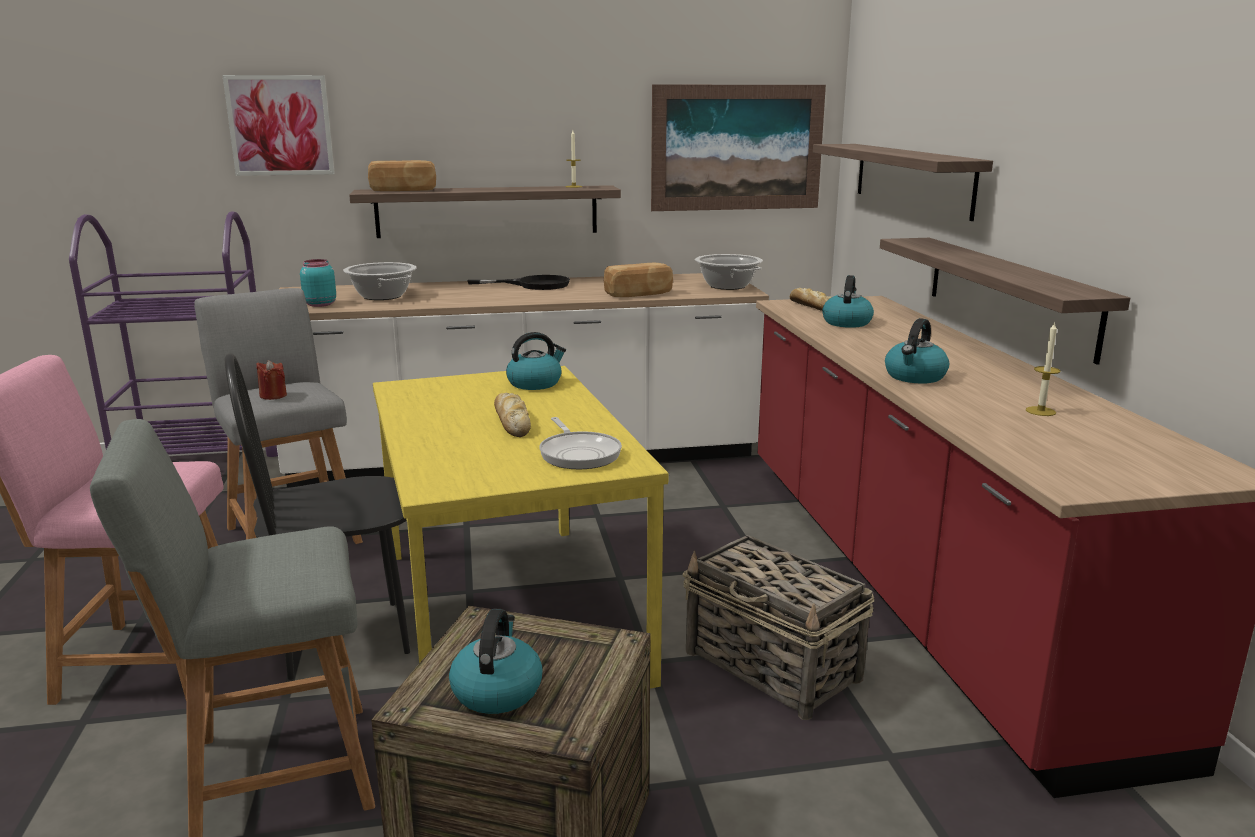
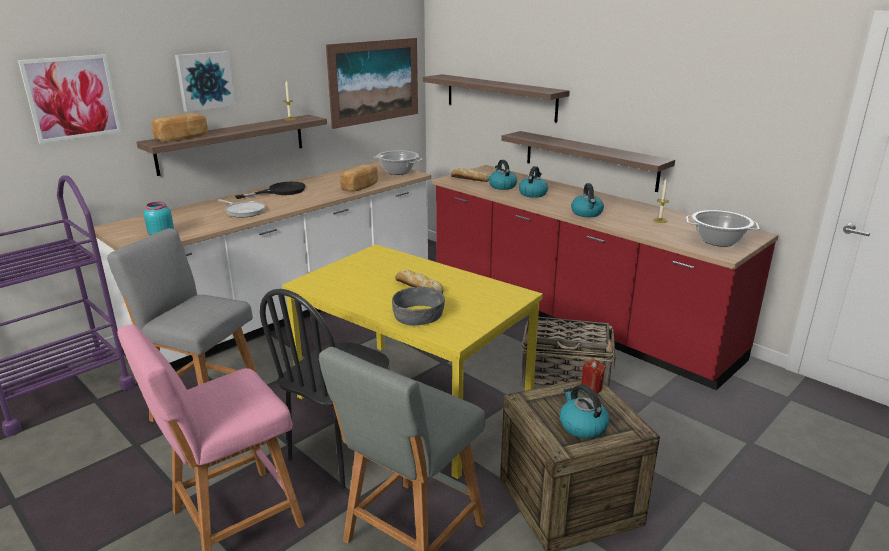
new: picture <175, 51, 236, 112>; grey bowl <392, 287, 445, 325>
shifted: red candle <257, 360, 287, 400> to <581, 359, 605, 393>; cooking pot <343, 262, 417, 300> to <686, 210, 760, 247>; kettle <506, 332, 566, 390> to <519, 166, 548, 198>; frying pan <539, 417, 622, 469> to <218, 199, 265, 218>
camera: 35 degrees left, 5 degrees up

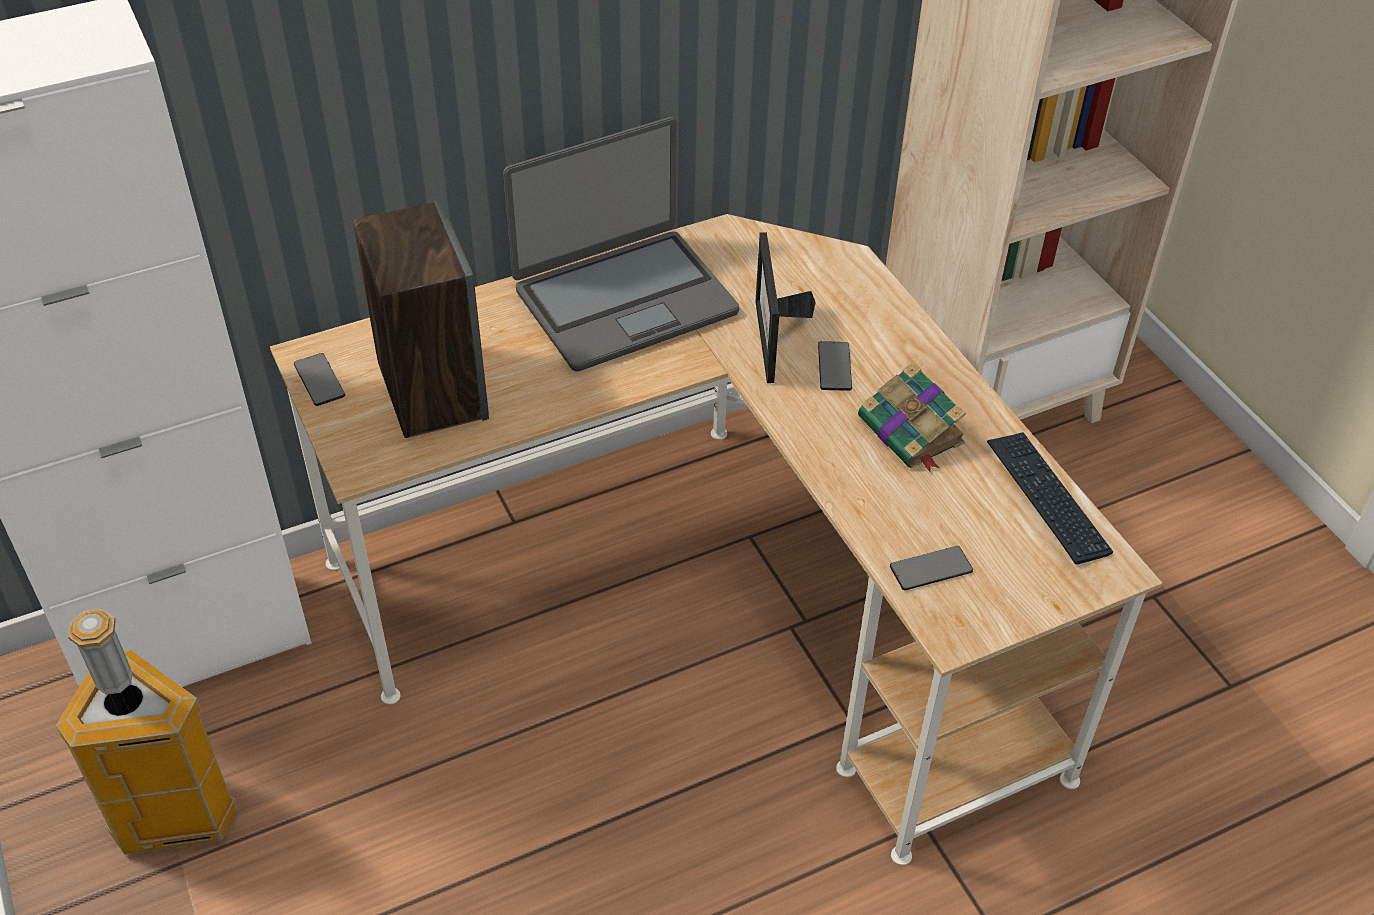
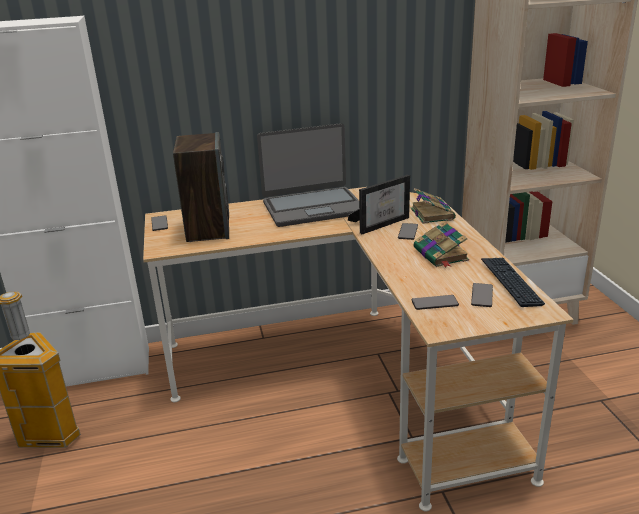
new: book <411, 188, 456, 224>; phone <471, 283, 493, 307>
rotated: picture frame <755, 232, 816, 383> = <348, 175, 410, 234> 135 degrees counterclockwise
camera: 15 degrees right, 20 degrees down

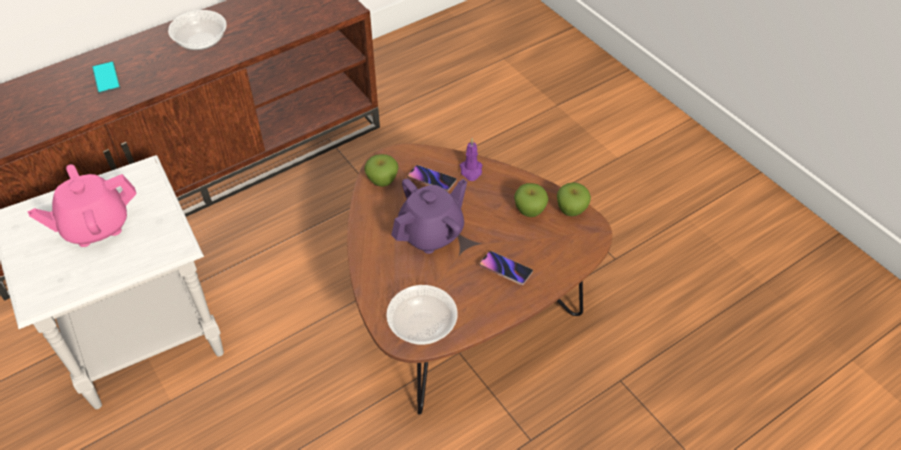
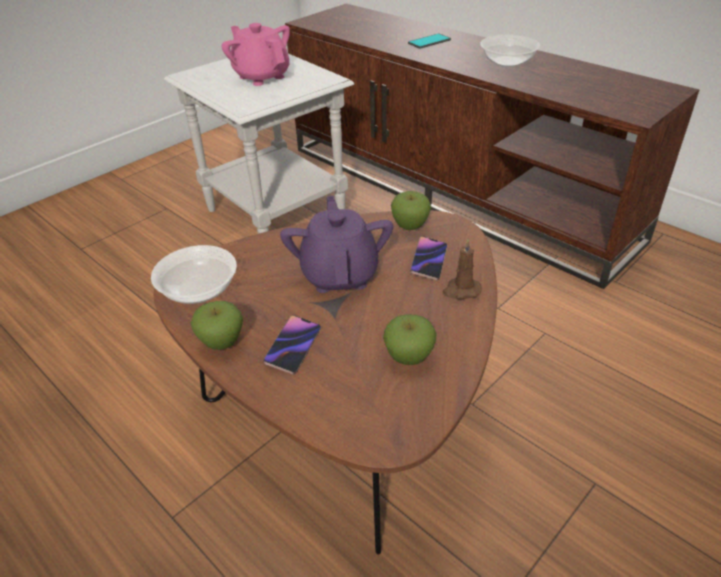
shifted: apple <557, 182, 591, 216> to <190, 301, 243, 350>
repainted: purple candle <460, 138, 482, 181> to brown candle <443, 239, 482, 299>
rotated: purple teapot <391, 178, 467, 254> = <280, 196, 393, 293> 135 degrees counterclockwise
camera: 80 degrees right, 10 degrees down

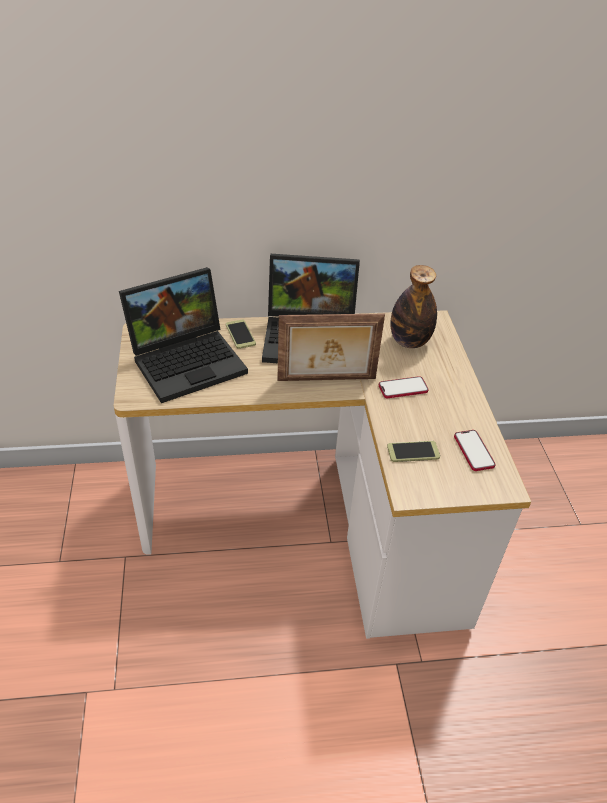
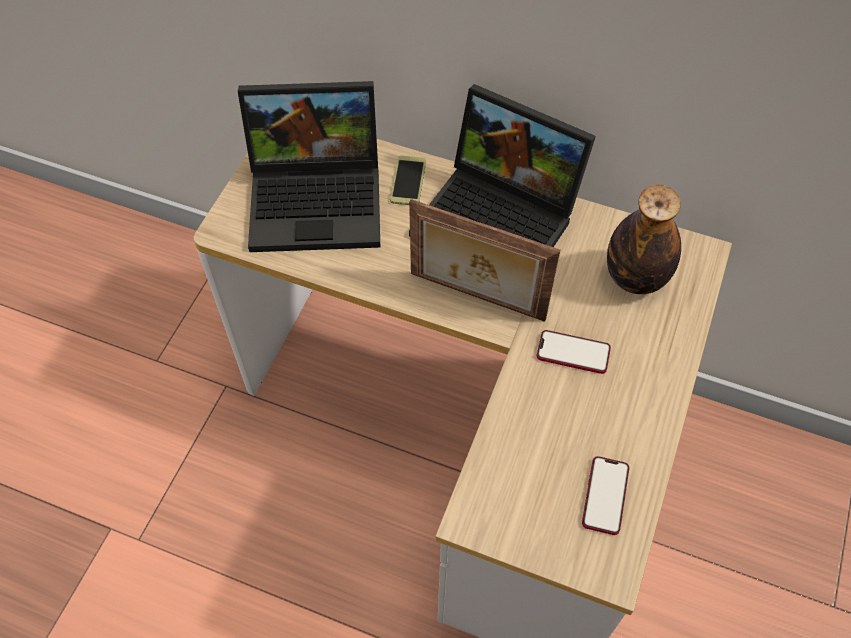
gone: phone <387, 441, 440, 462>
camera: 30 degrees right, 15 degrees up

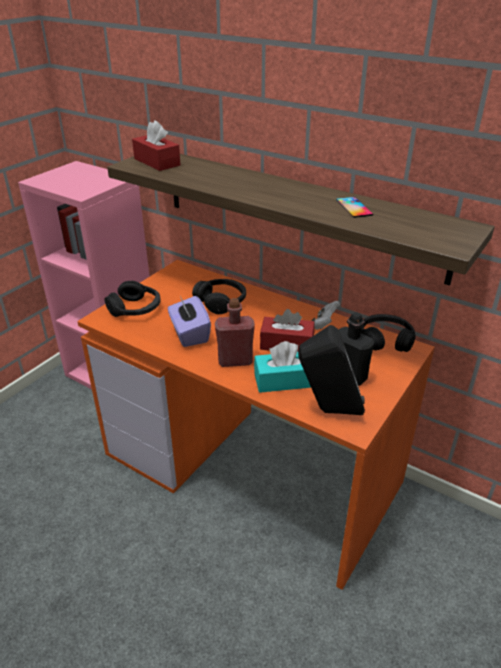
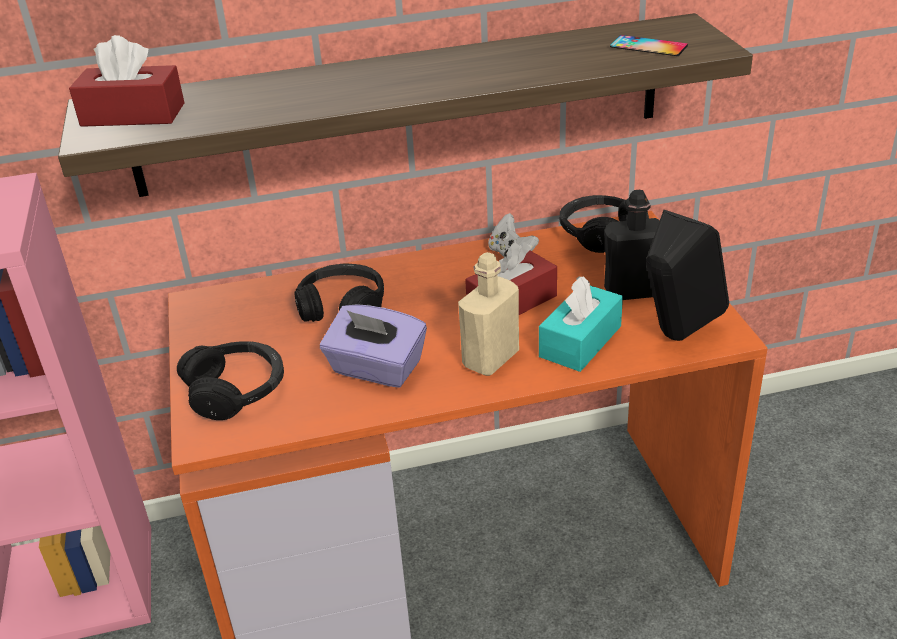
shifted: phone <336, 197, 373, 218> to <610, 35, 688, 56>
repainted: red bottle <215, 298, 255, 367> to beige bottle <458, 252, 519, 376>
camera: 45 degrees left, 0 degrees up

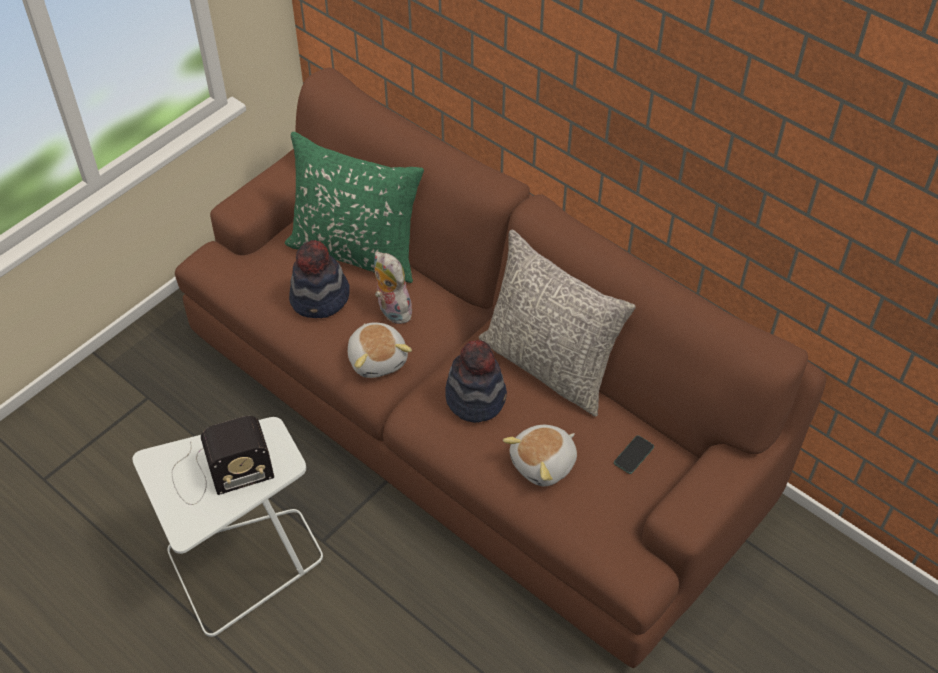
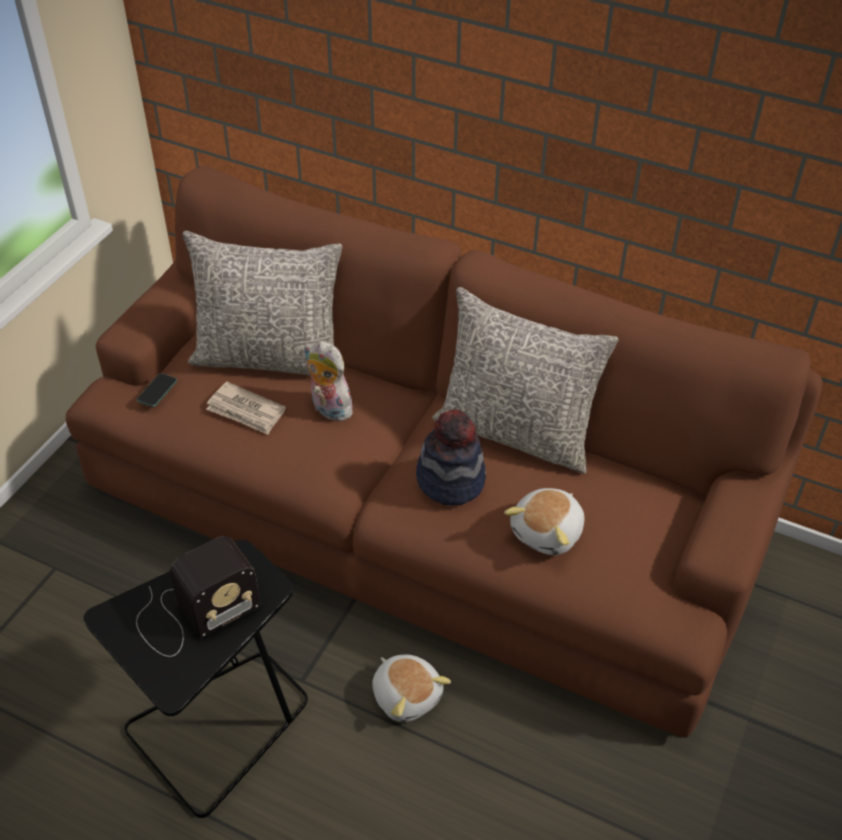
shifted: plush toy <348, 322, 412, 378> to <372, 655, 451, 722>; phone <614, 435, 654, 474> to <136, 373, 177, 407>
swapped: hat <289, 240, 350, 318> to newspaper <206, 382, 286, 435>
repainted: white side table <132, 417, 323, 637> to black side table <83, 540, 308, 818>; green pillow <285, 132, 424, 283> to grey pillow <183, 231, 343, 375>
camera: 15 degrees left, 5 degrees down

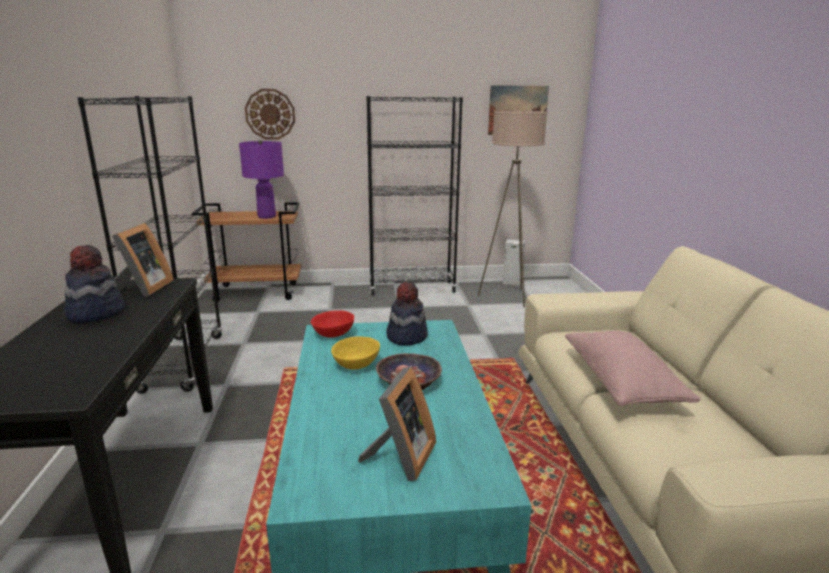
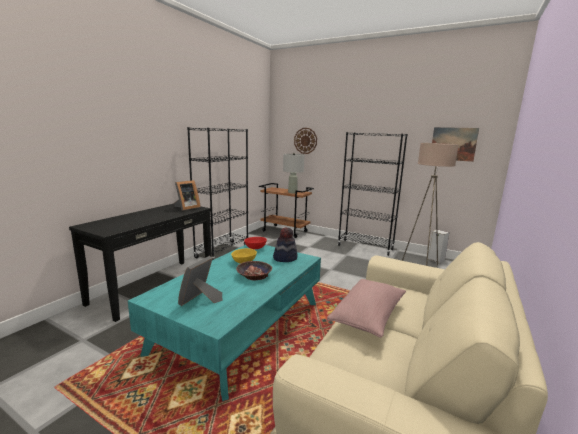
gone: hat <65, 245, 125, 323>
repainted: purple table lamp <239, 139, 284, 219> to grey table lamp <283, 153, 304, 193>
rotated: picture frame <358, 367, 436, 481> = <178, 256, 223, 306> 150 degrees clockwise
camera: 35 degrees right, 5 degrees down

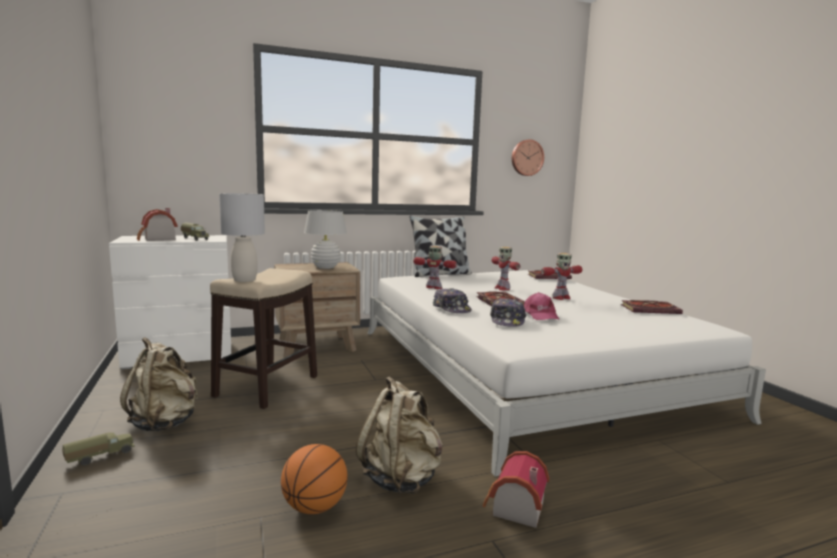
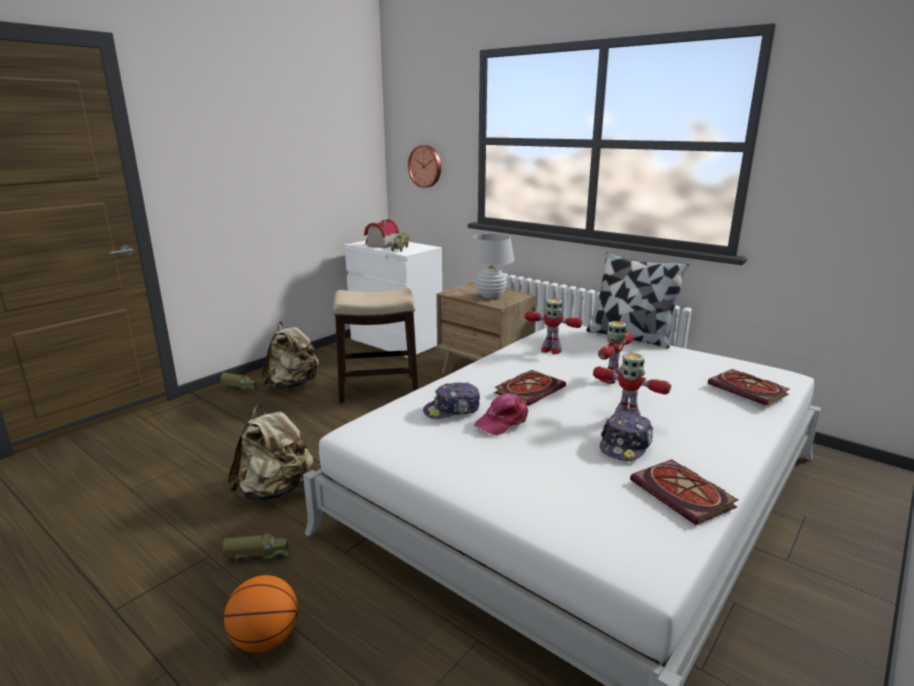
gone: grey table lamp <219, 193, 265, 282>
shifted: basketball <281, 444, 348, 514> to <224, 575, 298, 653>; cap <433, 288, 472, 313> to <600, 411, 653, 461>; wall clock <512, 139, 544, 176> to <408, 145, 441, 188>
swapped: toy house <482, 451, 549, 528> to toy truck <223, 534, 290, 564>
rotated: toy robot <413, 246, 457, 289> = <525, 299, 583, 354> 120 degrees clockwise
camera: 60 degrees right, 10 degrees up

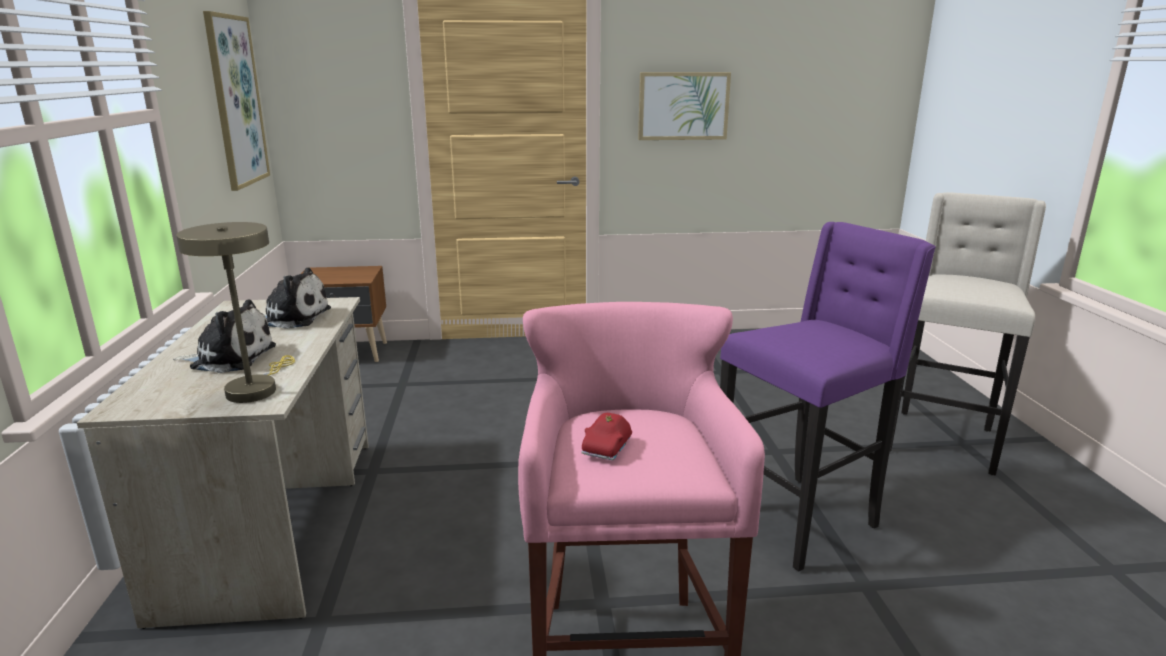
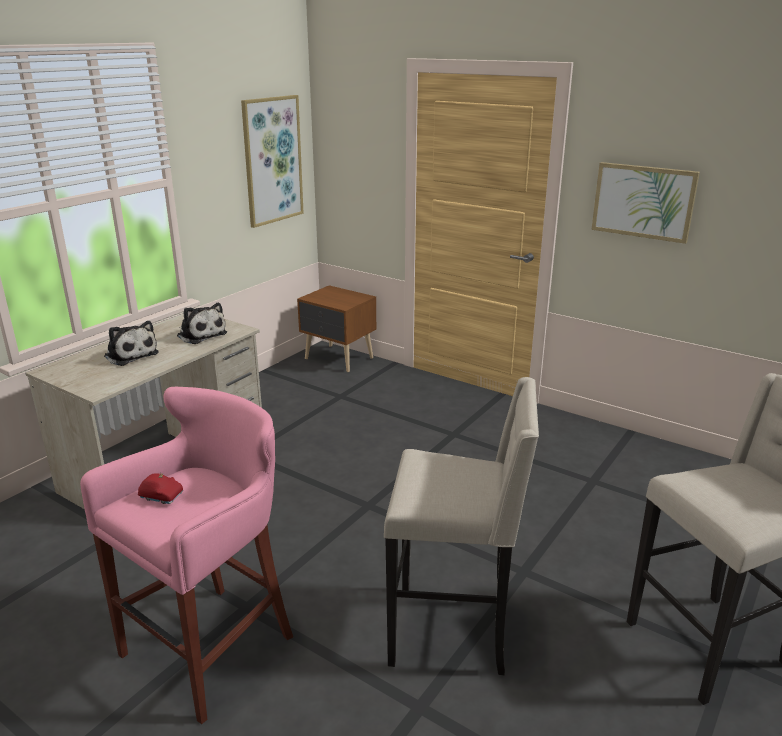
gone: beige table lamp <176, 222, 295, 403>
repainted: purple stool <720, 222, 936, 572> to beige stool <384, 377, 539, 675>
rotated: red toy car <582, 413, 632, 460> = <138, 473, 183, 504> 135 degrees counterclockwise
camera: 40 degrees right, 5 degrees up

